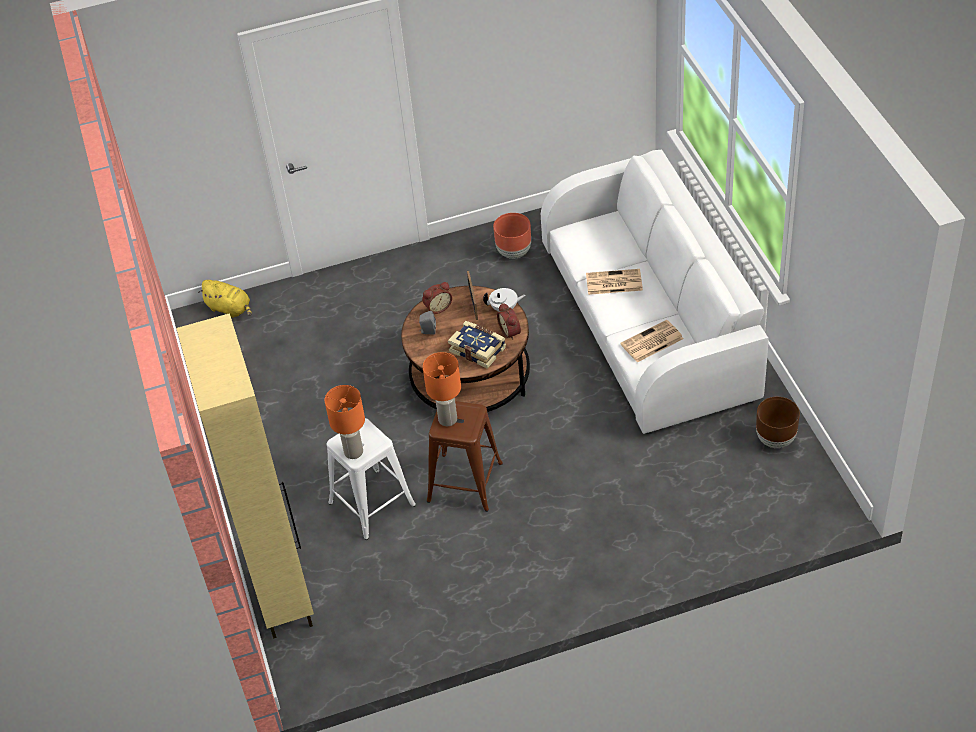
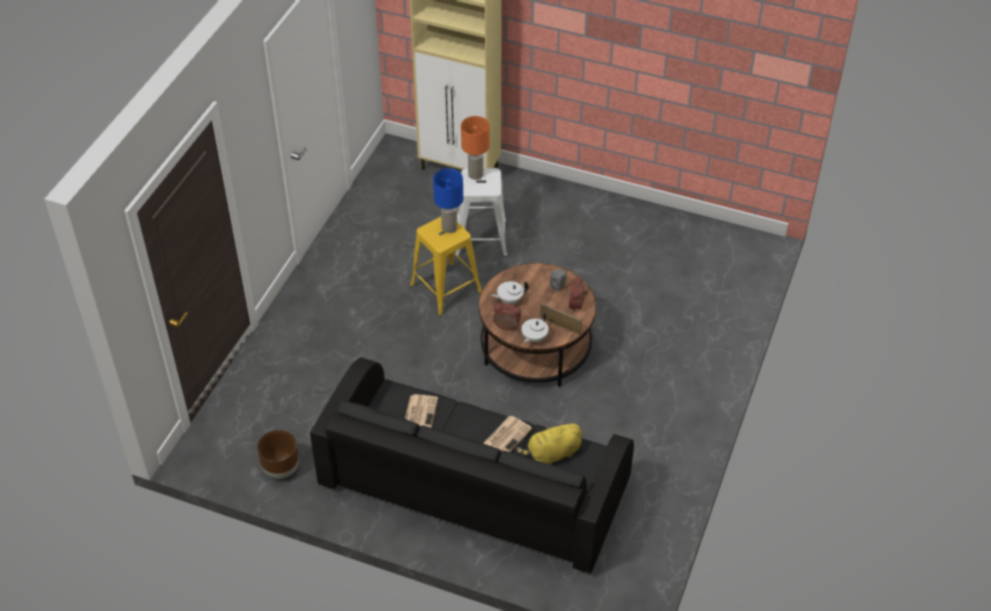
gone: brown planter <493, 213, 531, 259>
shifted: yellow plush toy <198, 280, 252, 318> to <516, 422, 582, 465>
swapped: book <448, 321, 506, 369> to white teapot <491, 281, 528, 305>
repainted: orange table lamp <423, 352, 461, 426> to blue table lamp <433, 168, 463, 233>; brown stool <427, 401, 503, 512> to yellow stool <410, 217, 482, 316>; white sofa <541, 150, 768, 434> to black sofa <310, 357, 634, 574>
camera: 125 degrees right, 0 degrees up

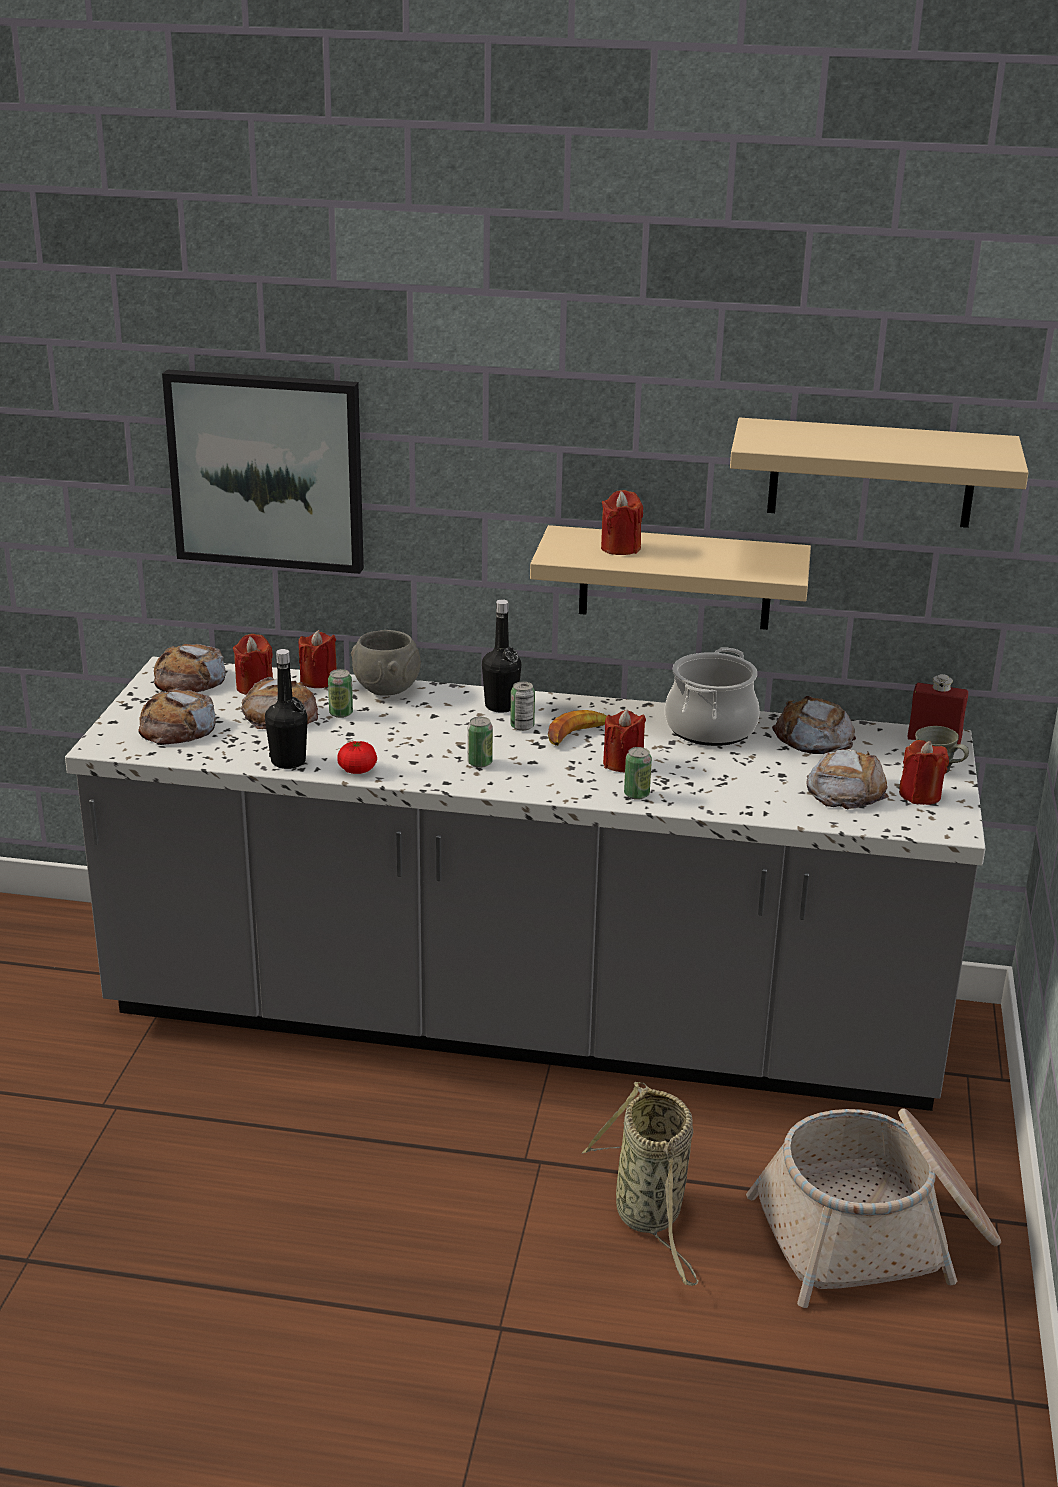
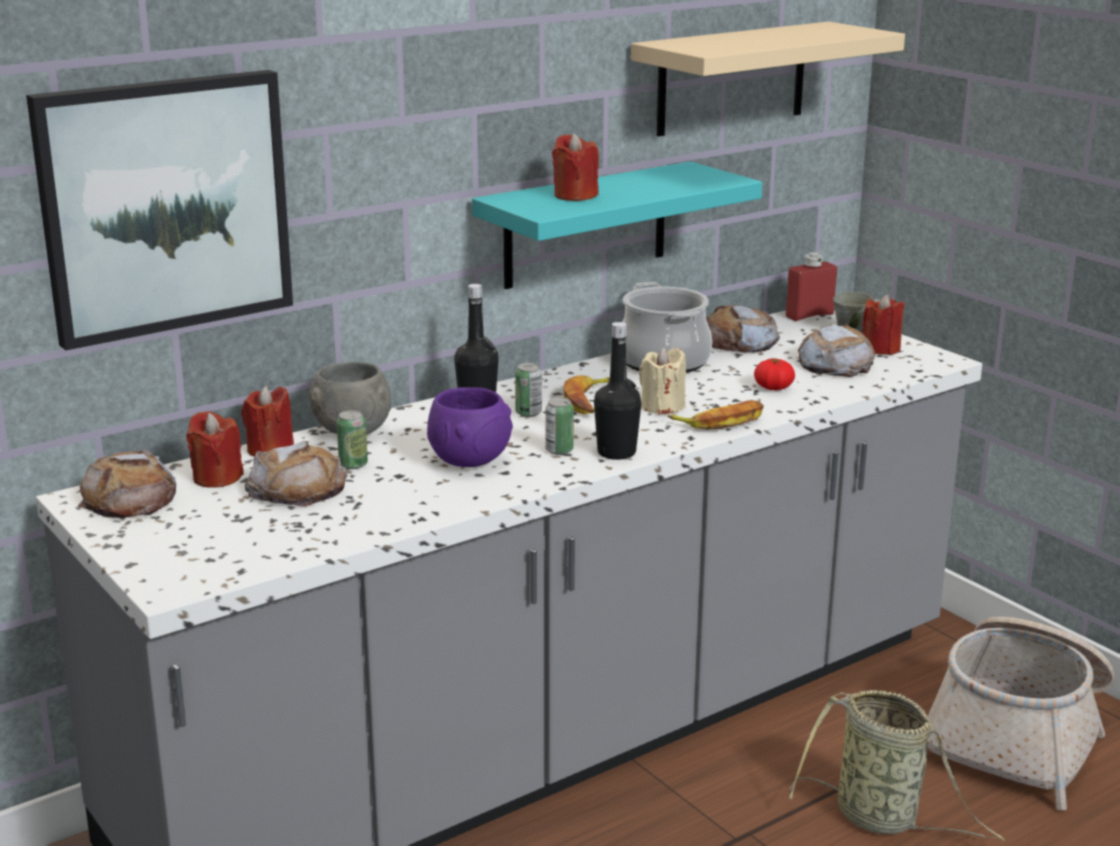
gone: bread <138, 690, 216, 745>
new: purple bowl <427, 387, 513, 467>
shifted: black bottle <265, 649, 308, 769> to <594, 322, 642, 460>; tomato <337, 741, 377, 774> to <754, 358, 795, 391>
swapped: can <624, 747, 652, 800> to banana <668, 400, 764, 429>
repainted: beige shelf <530, 525, 811, 630> to turquoise shelf <472, 162, 762, 289>; red candle <603, 709, 646, 772> to beige candle <639, 347, 686, 415>
camera: 45 degrees left, 5 degrees down

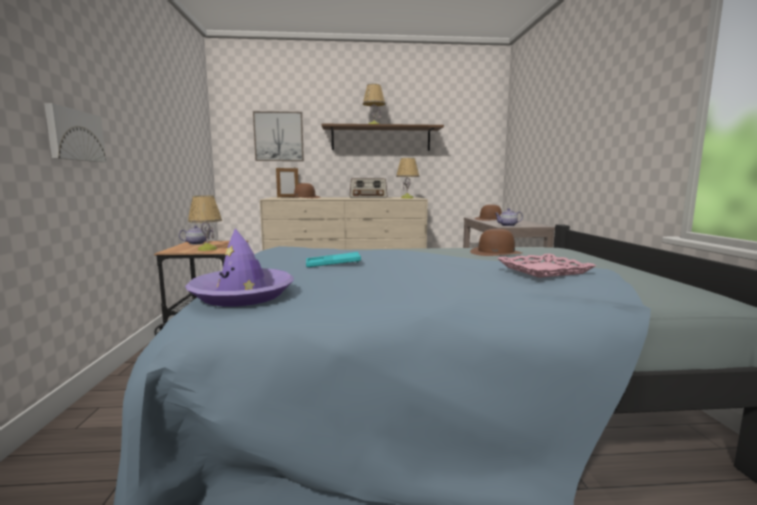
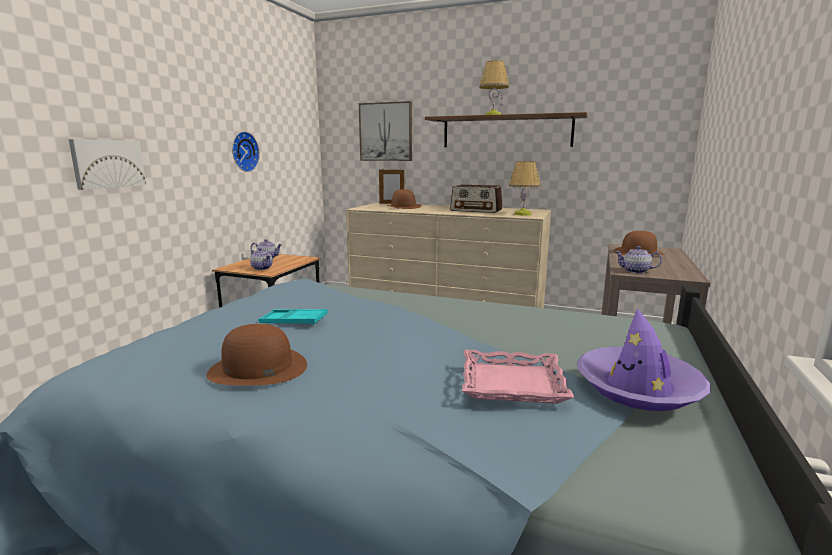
new: wall clock <232, 131, 260, 172>
shifted: purple hat <185, 228, 293, 307> to <577, 308, 711, 411>; brown hat <470, 229, 522, 256> to <206, 324, 307, 386>
swapped: table lamp <188, 196, 222, 251> to teapot <250, 248, 273, 270>
camera: 25 degrees right, 5 degrees up

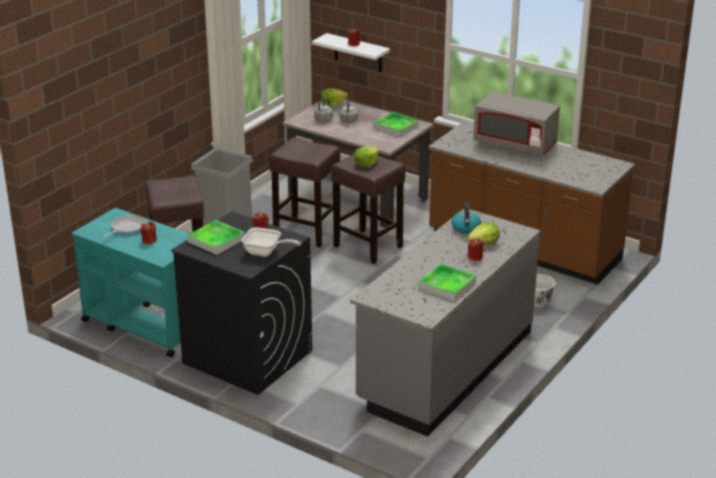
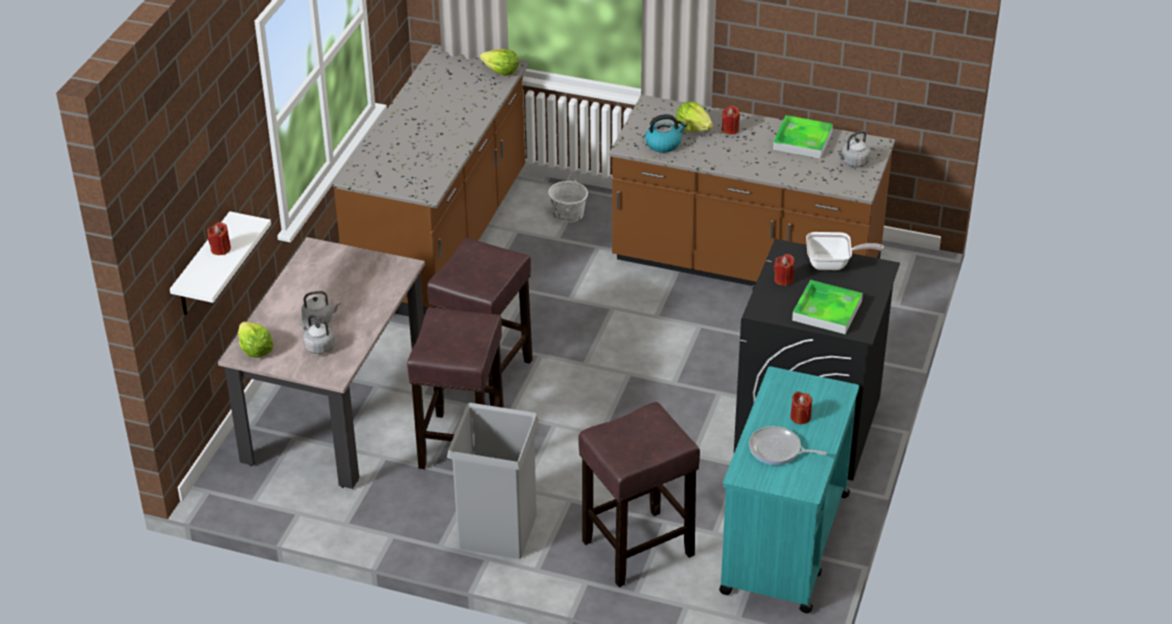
gone: tray <373, 112, 419, 137>; grey microwave <473, 91, 560, 155>
new: grey kettle <836, 131, 871, 167>
shifted: lettuce <354, 147, 379, 167> to <480, 49, 519, 76>
repainted: grey counter <350, 209, 540, 437> to brown counter <609, 95, 895, 286>
rotated: frying pan <241, 227, 301, 257> = <806, 232, 884, 270> 90 degrees clockwise
camera: 105 degrees left, 10 degrees up

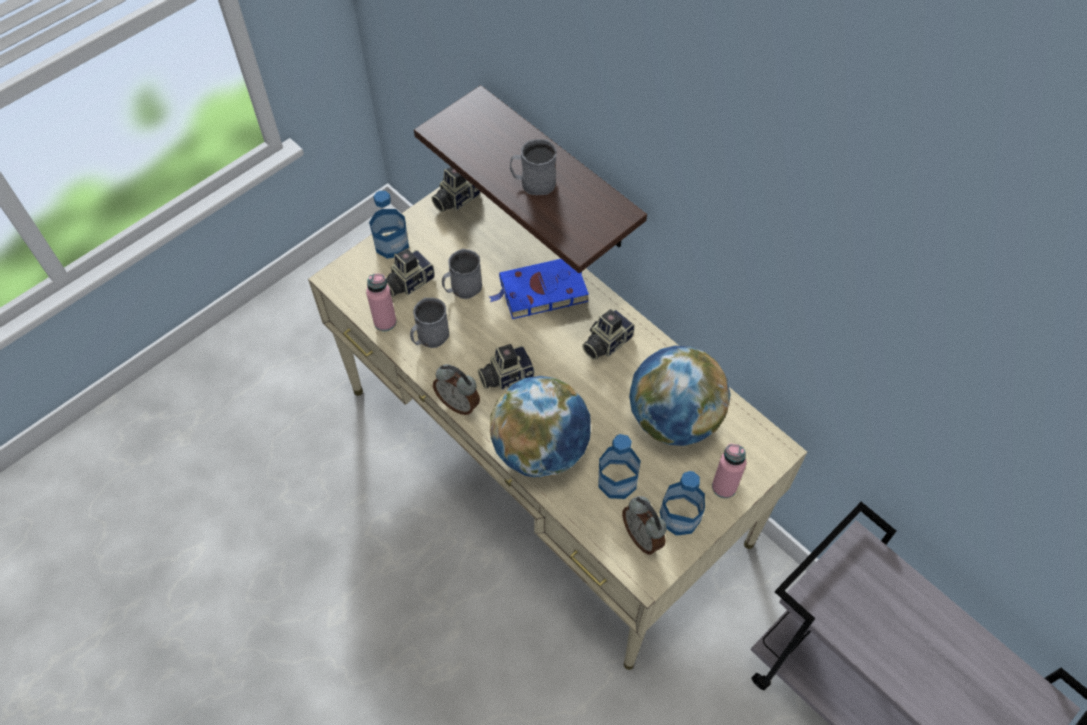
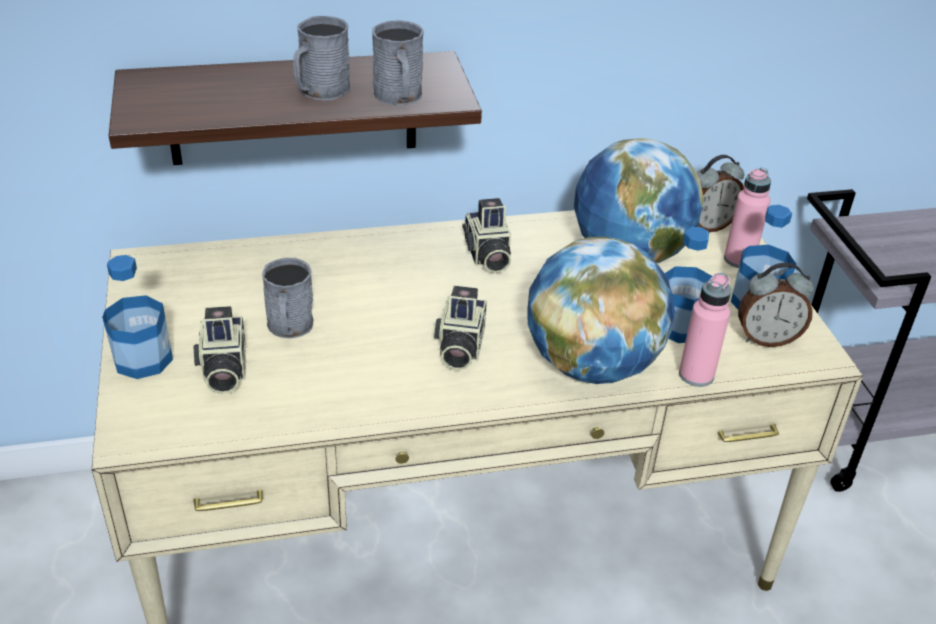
gone: photo camera <431, 167, 481, 212>; blue book <489, 259, 589, 319>
shifted: pink bottle <366, 274, 397, 331> to <679, 273, 731, 387>; grey mug <410, 298, 449, 348> to <372, 20, 423, 105>; alarm clock <433, 364, 480, 415> to <696, 155, 744, 232>
camera: 60 degrees left, 20 degrees down

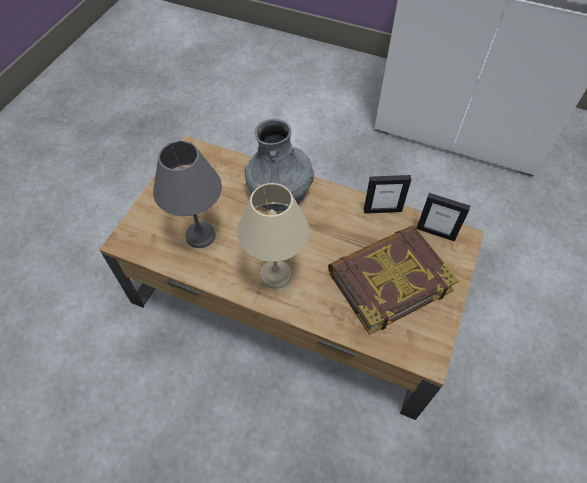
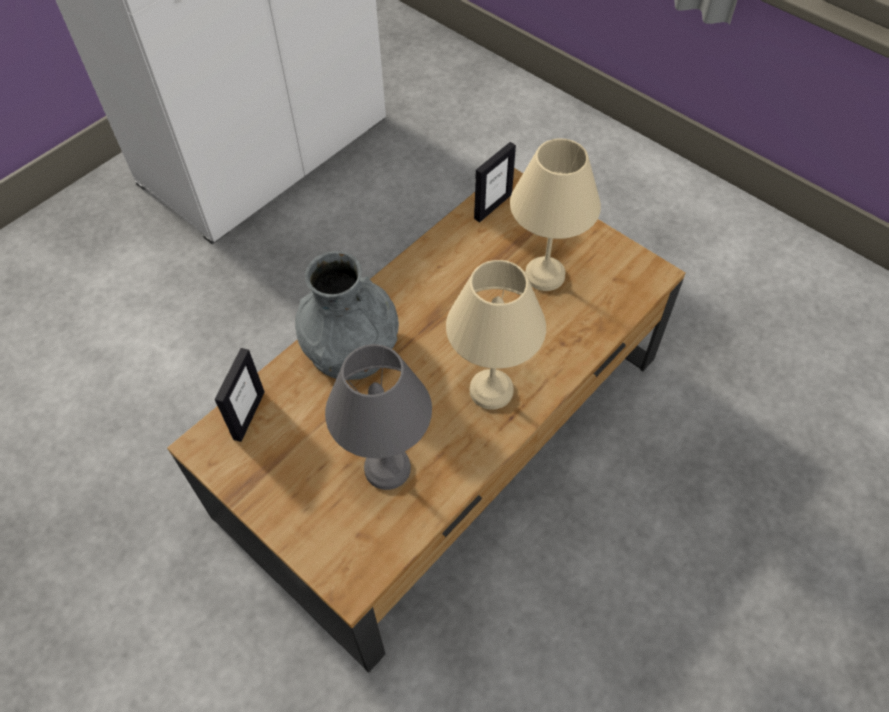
shifted: picture frame <364, 175, 411, 214> to <215, 348, 265, 442>
swapped: book <328, 226, 459, 335> to beige table lamp <510, 138, 601, 291>
camera: 70 degrees left, 0 degrees up

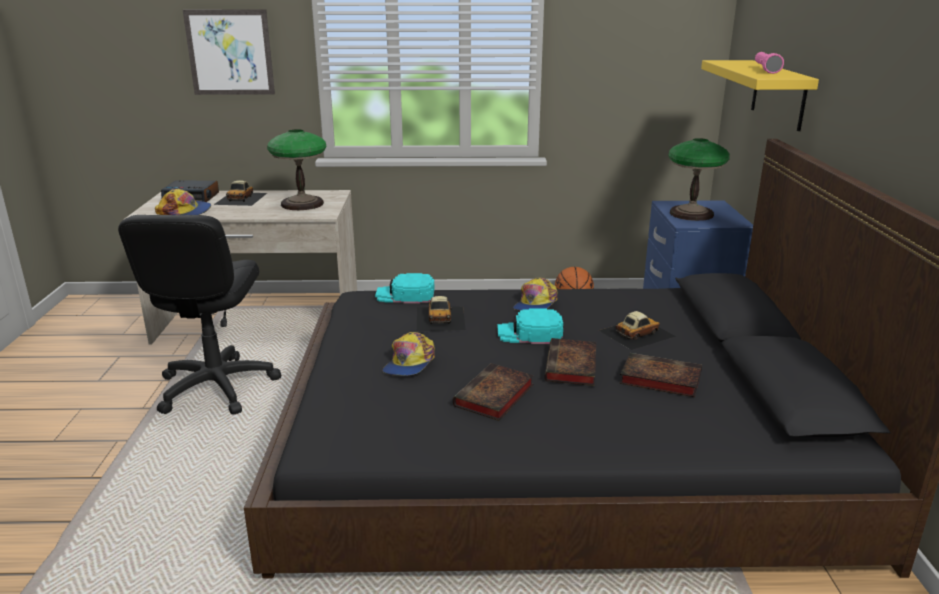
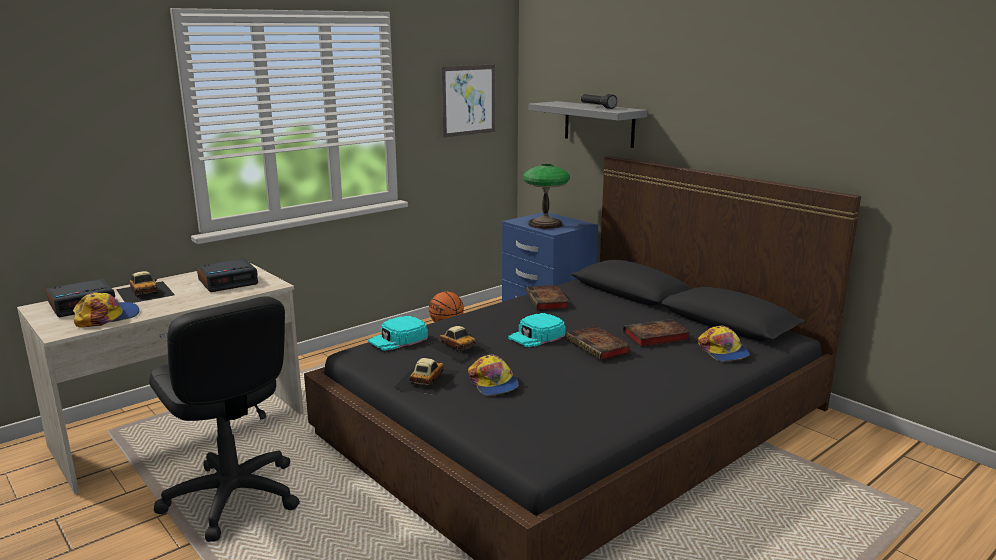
shifted: picture <183, 9, 275, 95> to <441, 65, 495, 138>; book <453, 363, 534, 421> to <526, 285, 570, 310>; cap <513, 278, 558, 311> to <698, 326, 749, 361>; toy car <599, 311, 676, 350> to <392, 358, 460, 395>
swapped: table lamp <267, 129, 326, 210> to alarm clock <197, 259, 258, 292>
repainted: yellow shelf <701, 60, 819, 131> to grey shelf <529, 101, 648, 148>; pink flashlight <755, 52, 784, 74> to black flashlight <581, 94, 617, 109>
camera: 40 degrees left, 5 degrees down

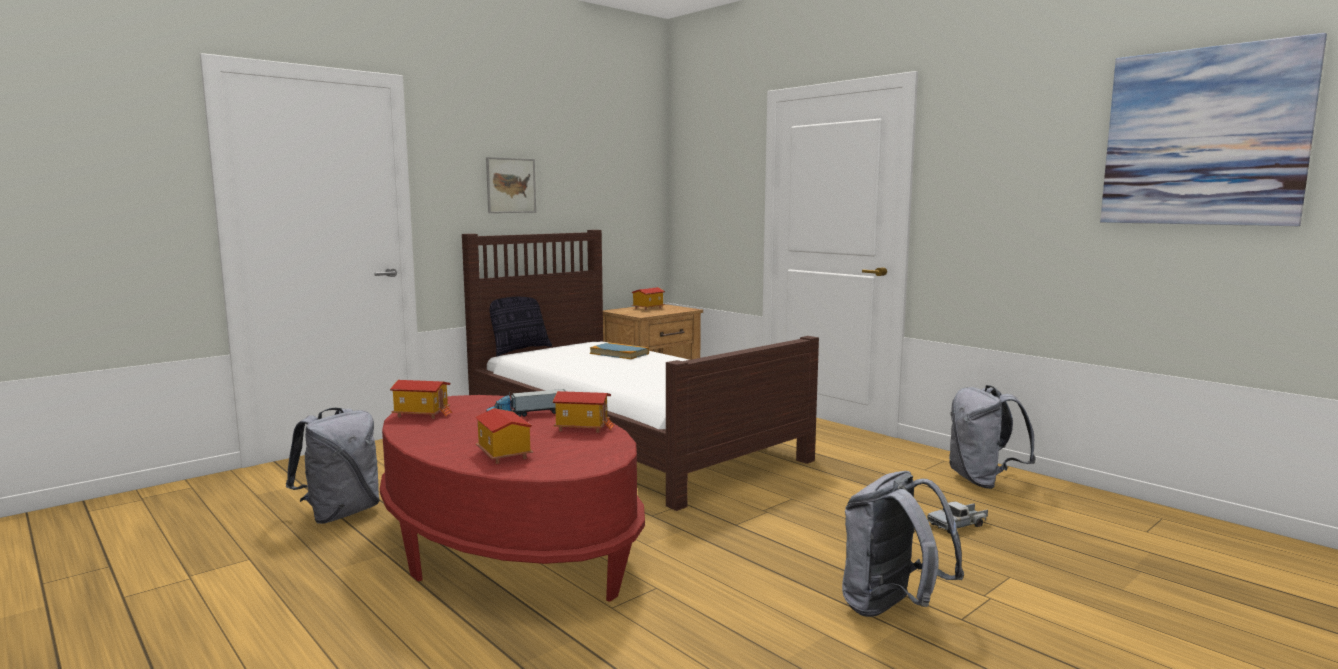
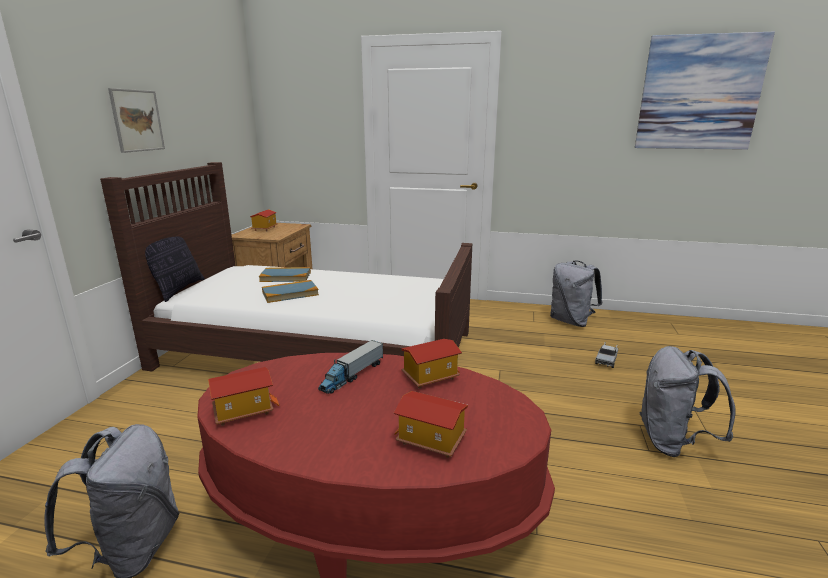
new: book <262, 280, 319, 303>
camera: 35 degrees left, 10 degrees up

